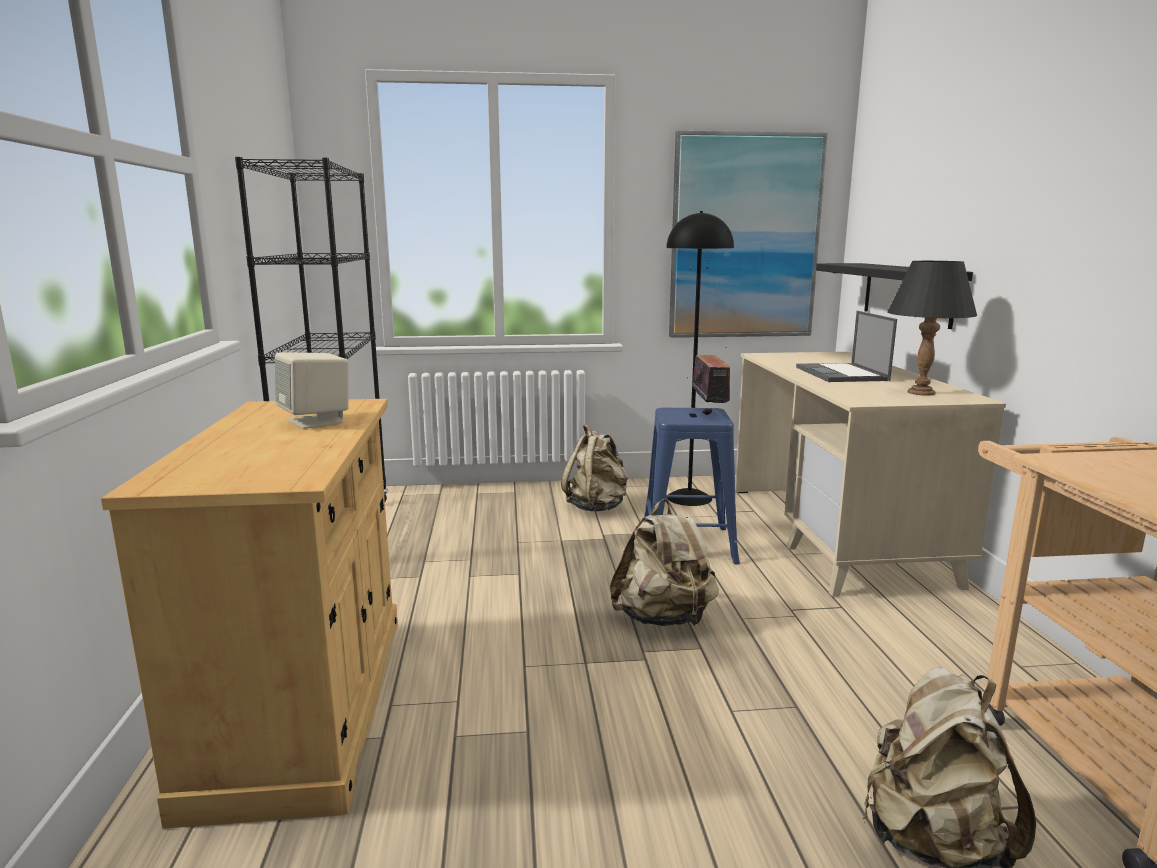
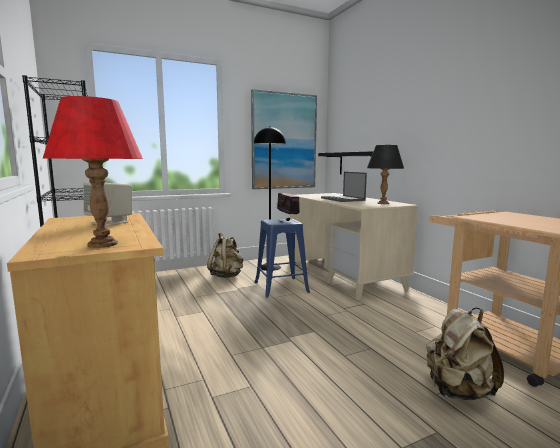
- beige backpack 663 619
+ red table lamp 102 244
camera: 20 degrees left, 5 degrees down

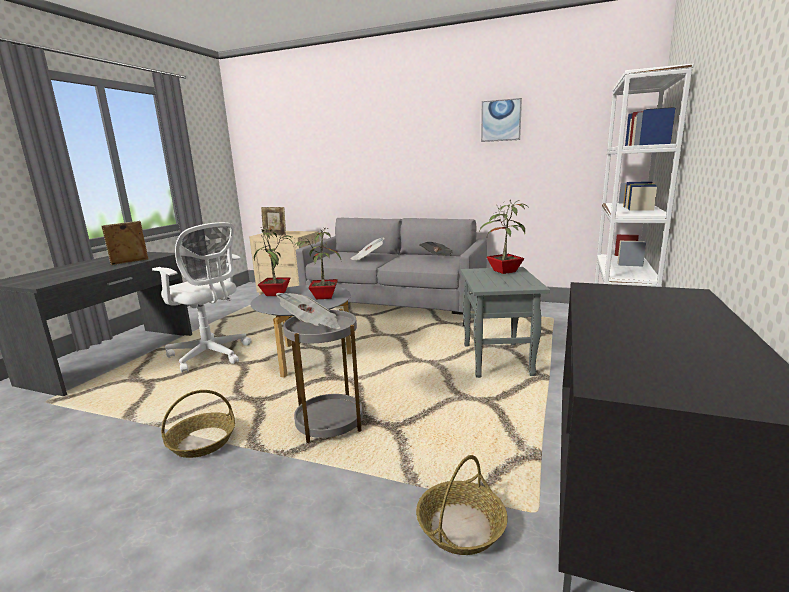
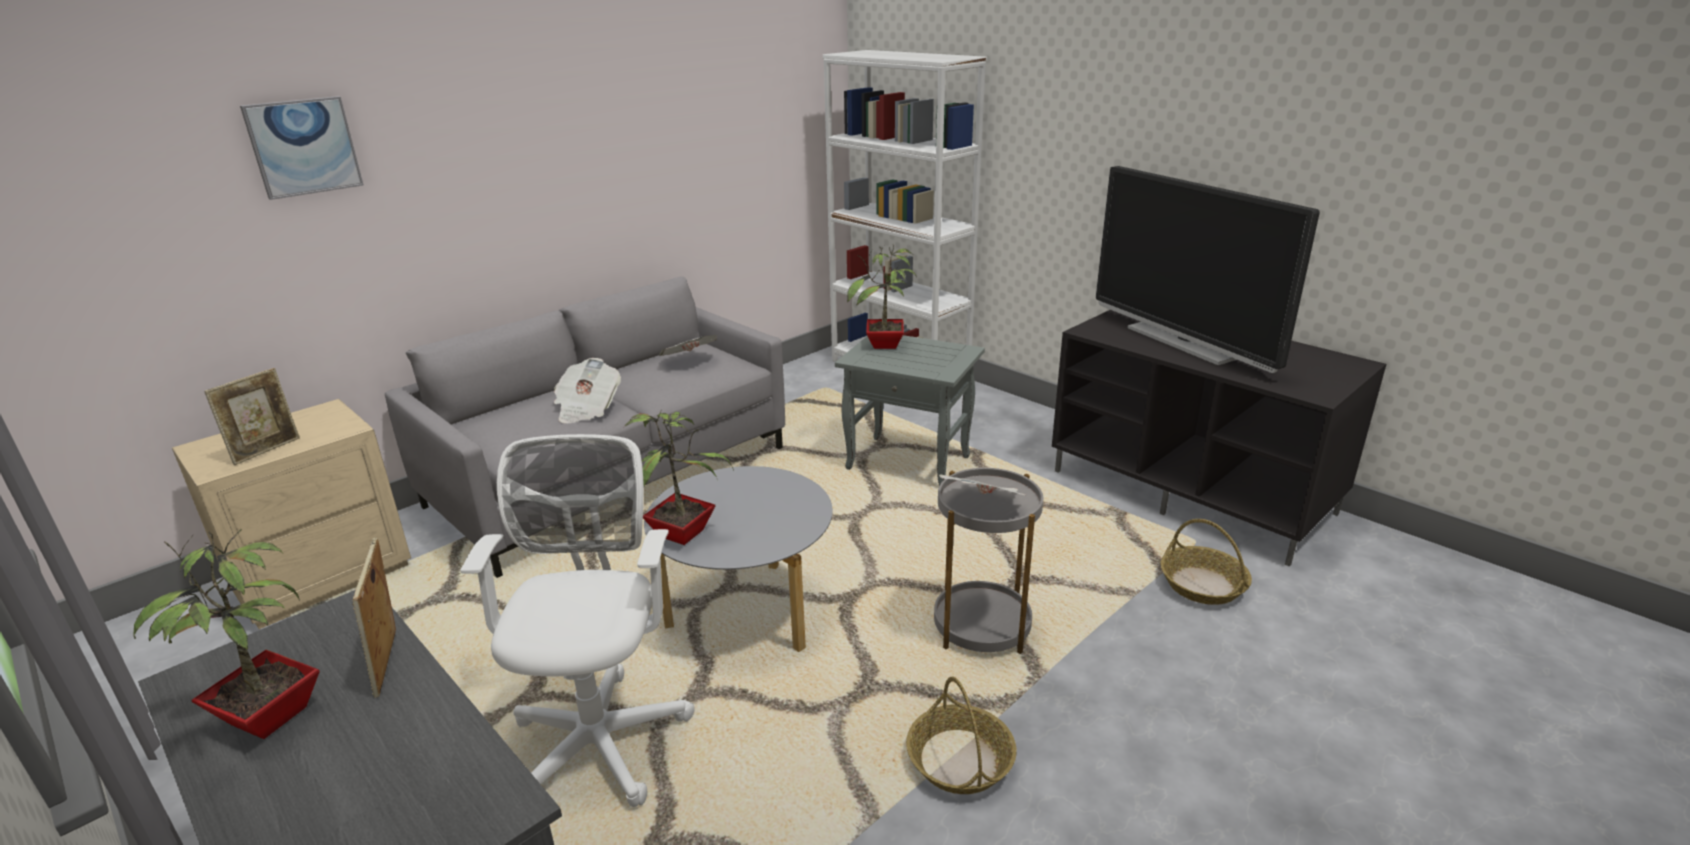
~ white office chair 211 355 = 599 738 60 degrees counterclockwise
~ potted plant 323 297 to 265 720
~ picture 501 120 to 303 147
+ television 1183 342
camera: 65 degrees left, 10 degrees up

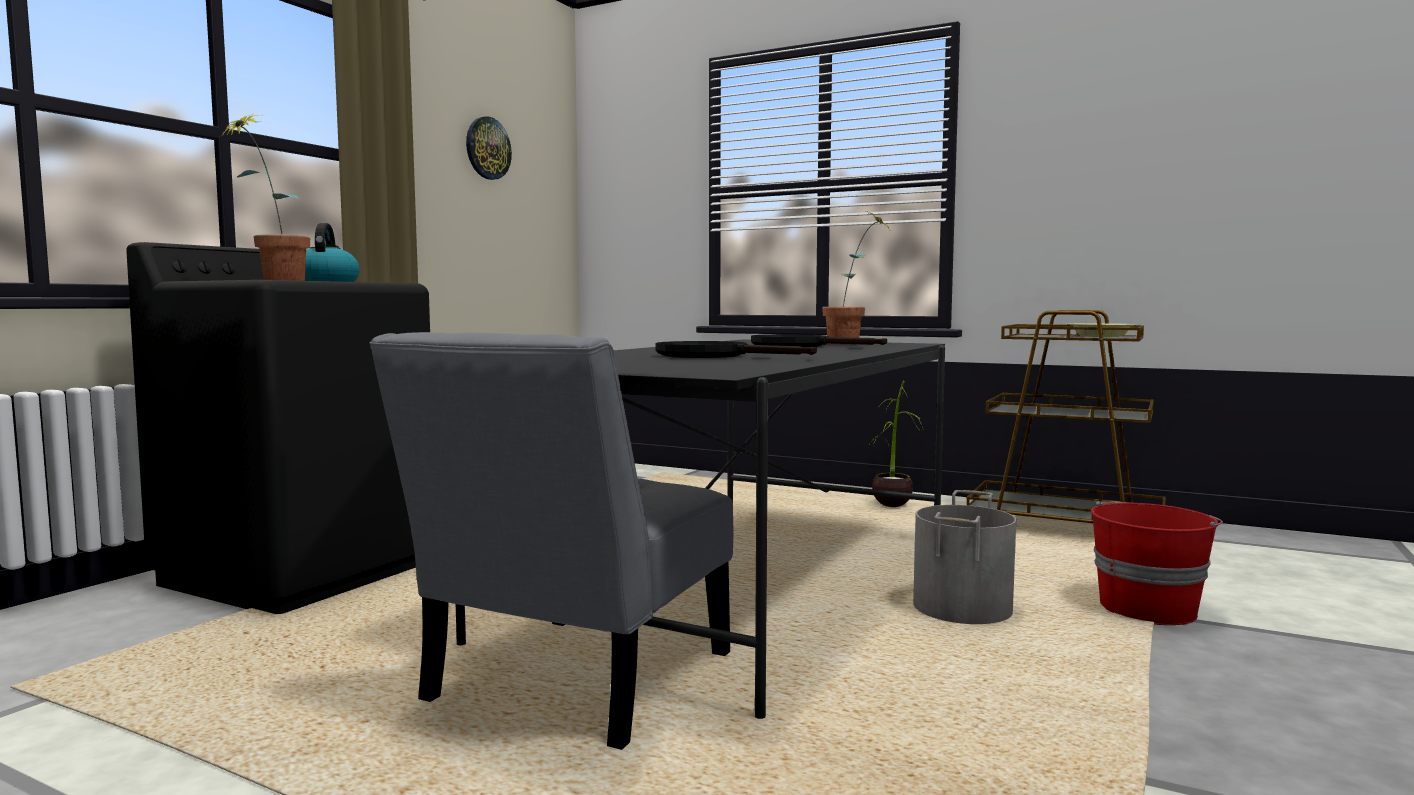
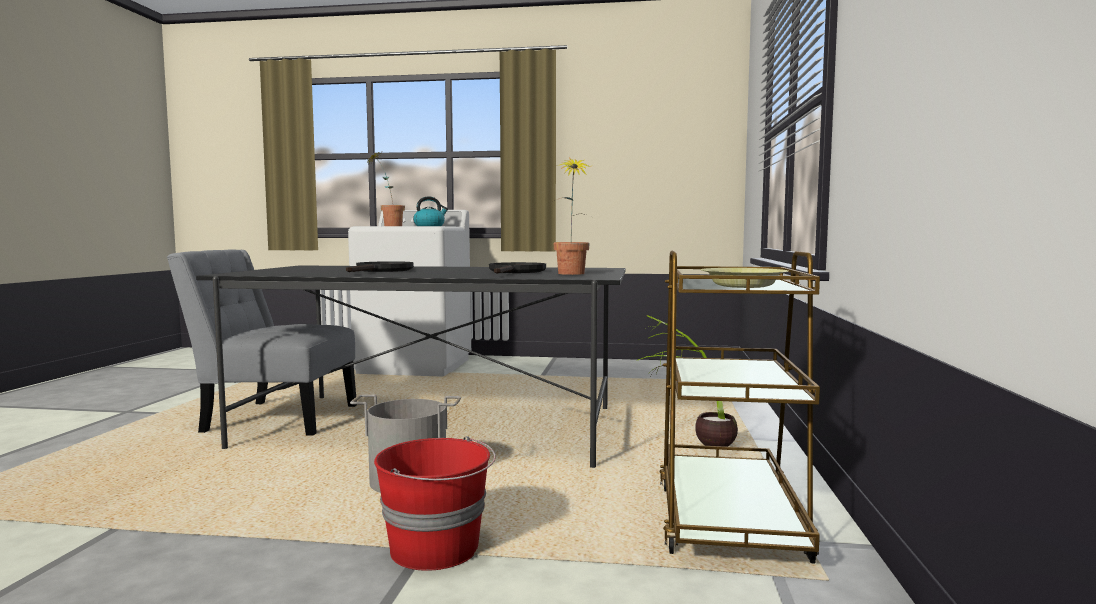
~ black washing machine 302 573 to white washing machine 415 366
- wall clock 487 148
camera: 70 degrees right, 0 degrees up

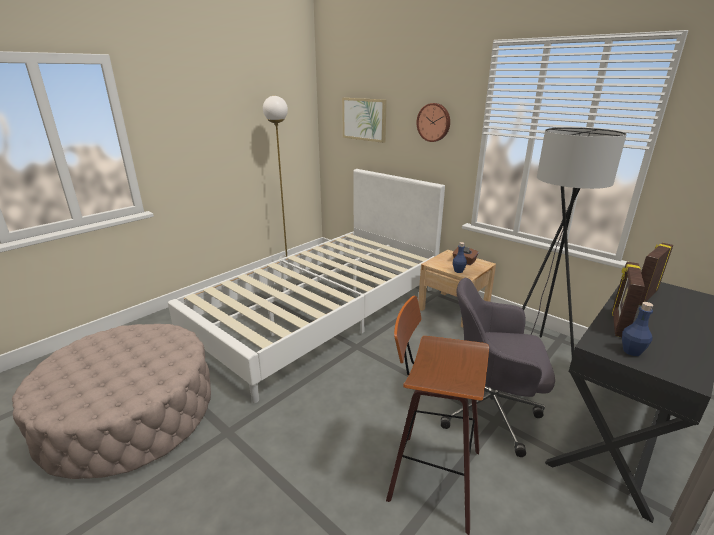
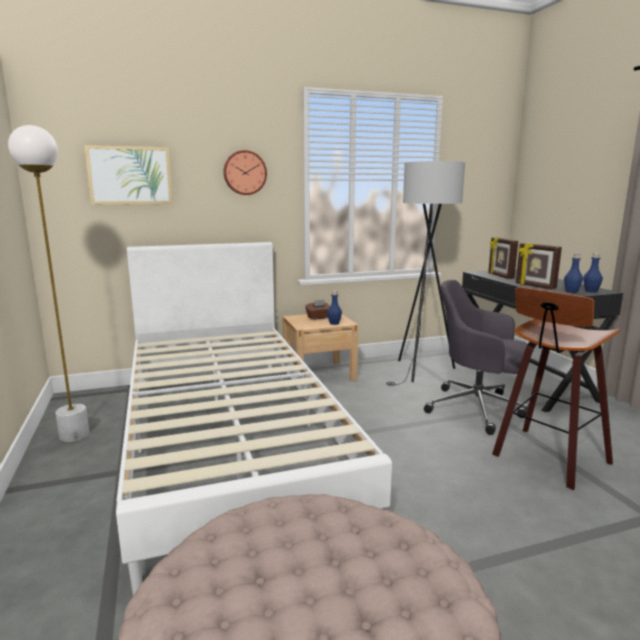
~ grey office chair 491 410 = 477 409 75 degrees clockwise
+ blue bottle 591 291
camera: 60 degrees left, 10 degrees down

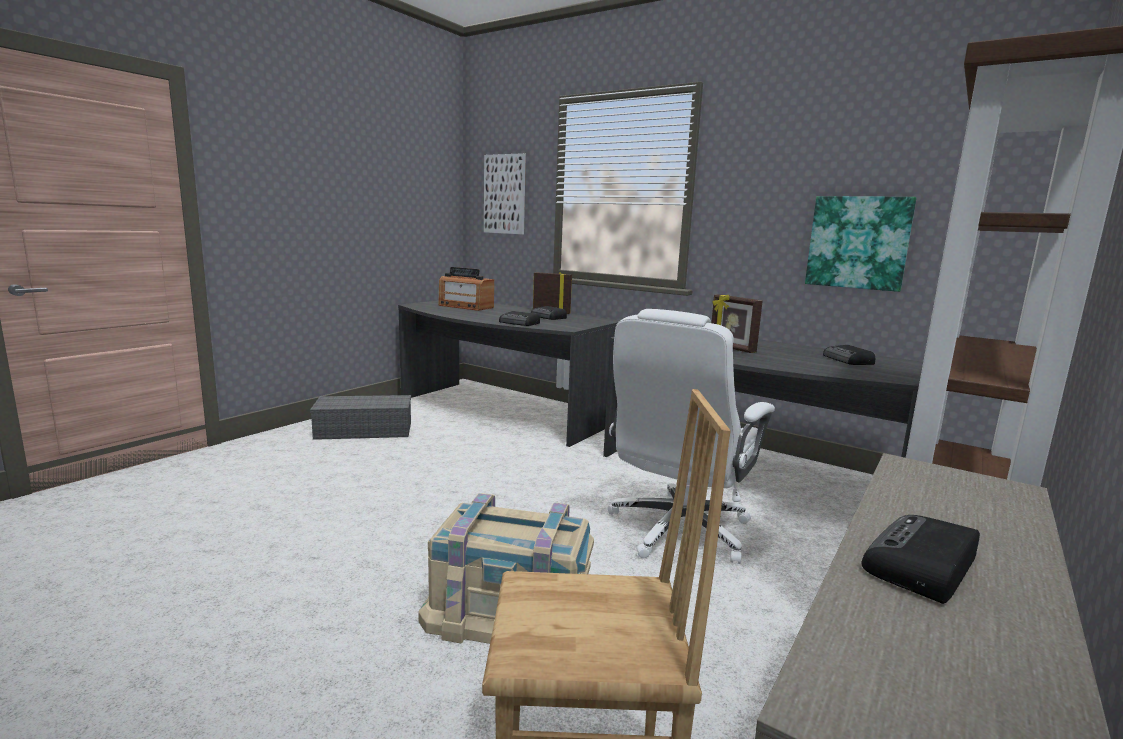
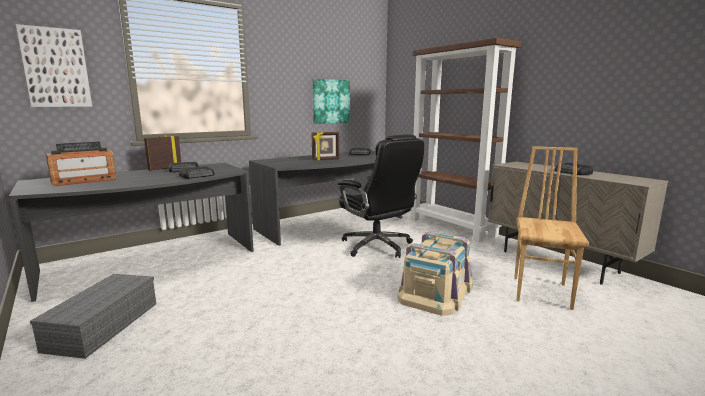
~ white office chair 678 530 to black office chair 378 246
camera: 70 degrees left, 0 degrees up

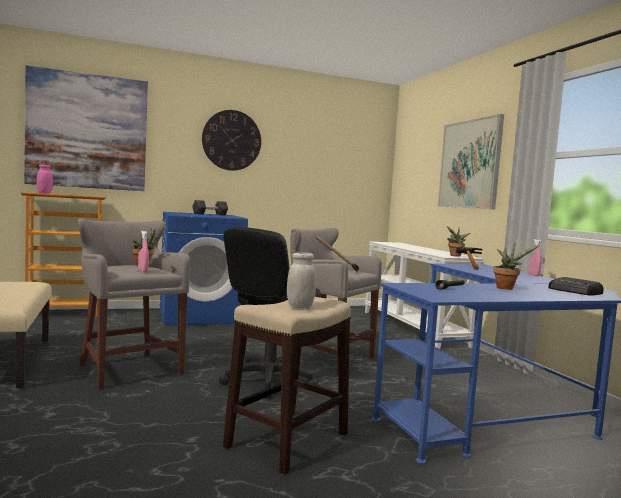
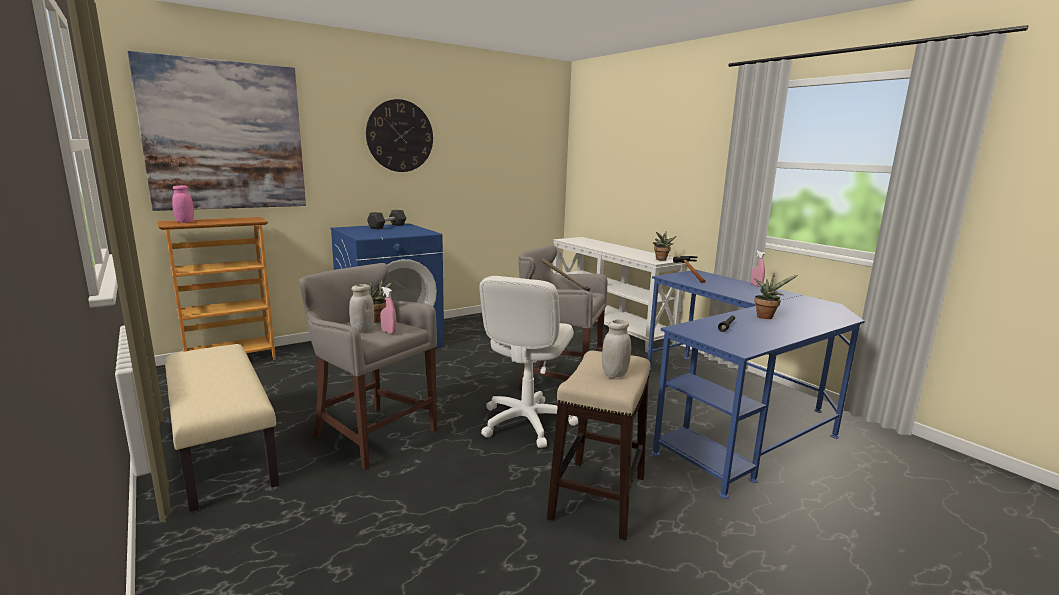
~ black office chair 268 380 to white office chair 526 423
- picture 469 164
- radio 575 291
+ white jar 362 330
camera: 15 degrees left, 10 degrees up

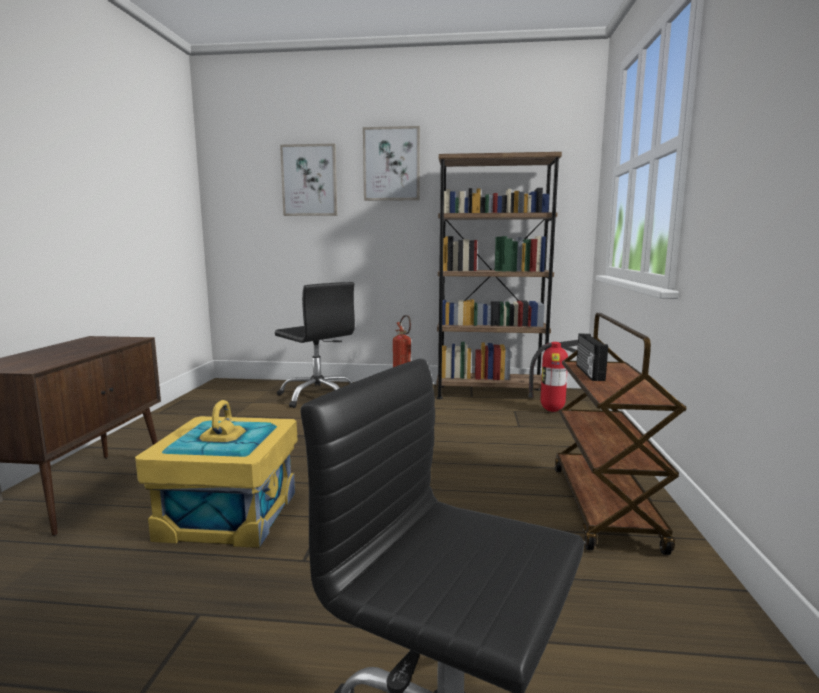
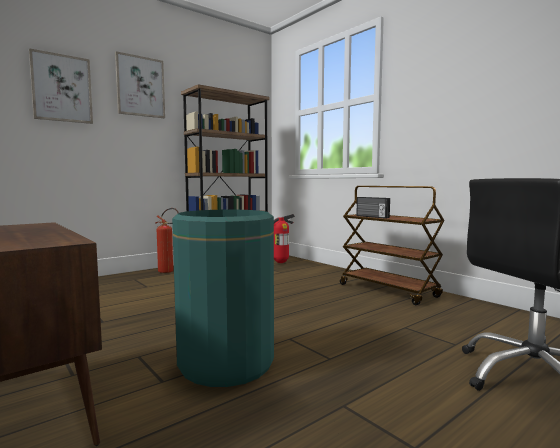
~ yellow storage box 228 515 to green trash can 225 363
- black office chair 318 396
camera: 45 degrees left, 5 degrees down

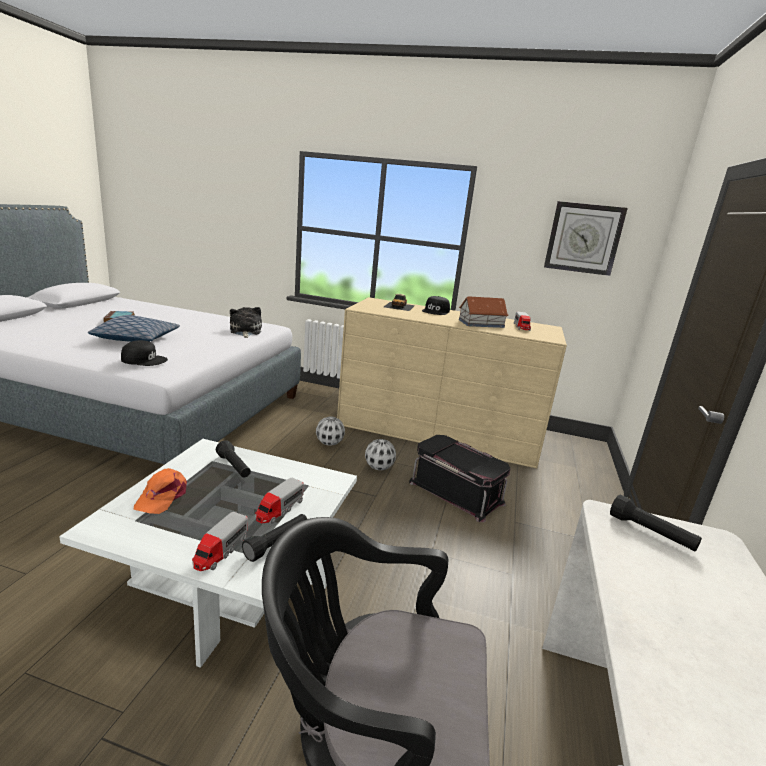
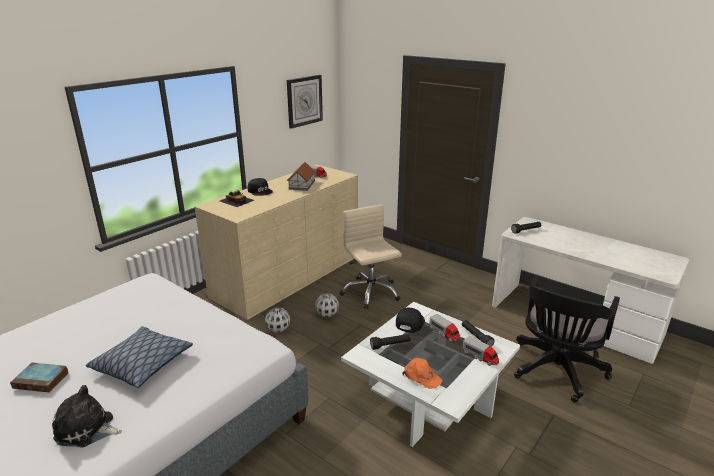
~ black cap 144 359 to 409 322
~ plush toy 245 331 to 87 429
~ black storage box 457 492 to beige office chair 370 292
camera: 65 degrees left, 5 degrees up

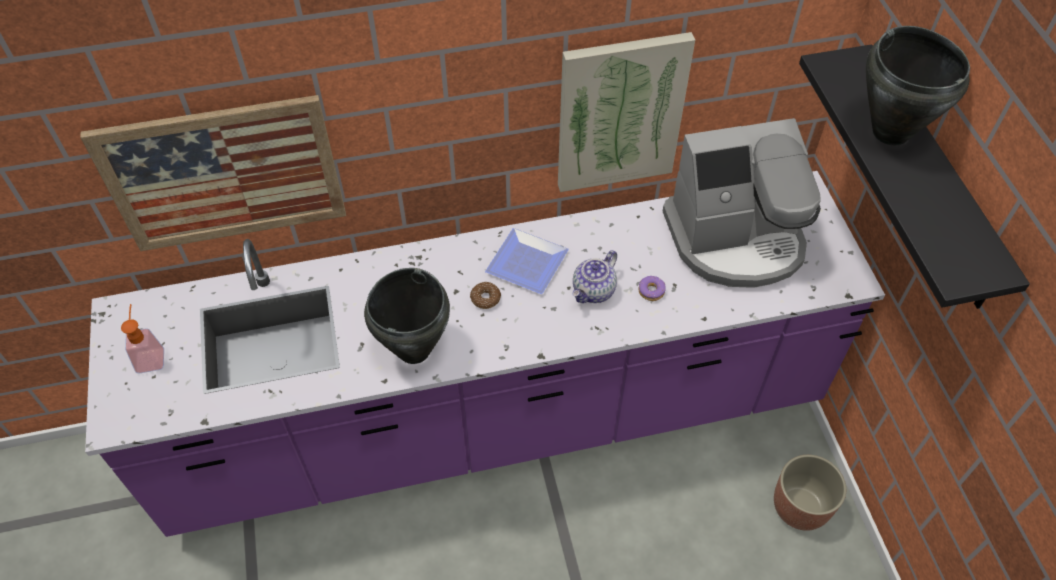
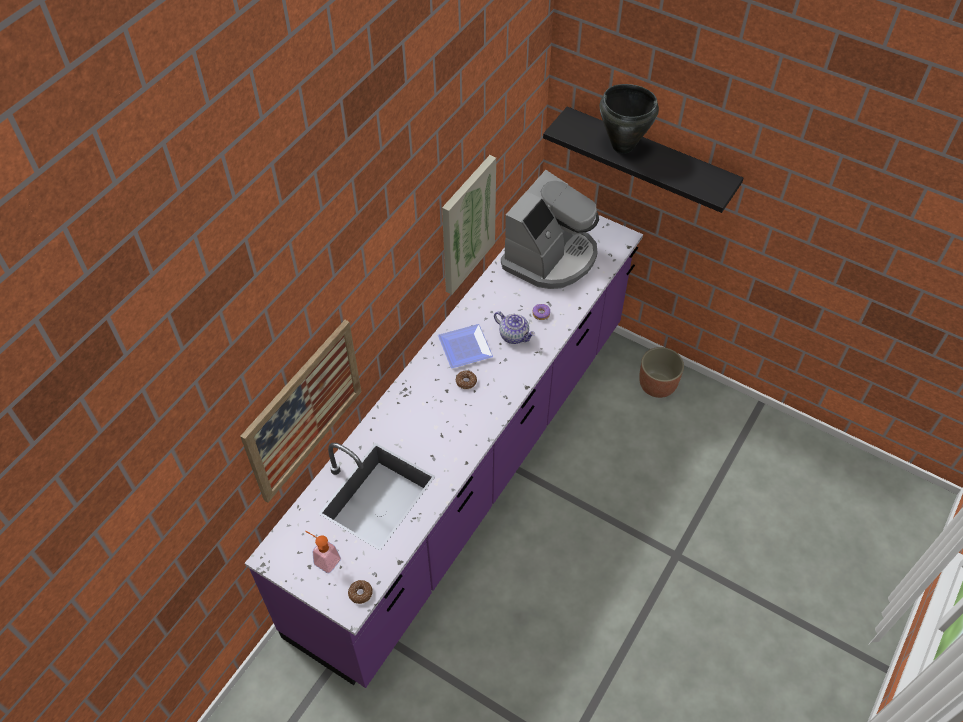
- black cooking pot 413 350
~ teapot 594 291 = 514 335 45 degrees counterclockwise
+ donut 360 593
camera: 45 degrees left, 0 degrees up

